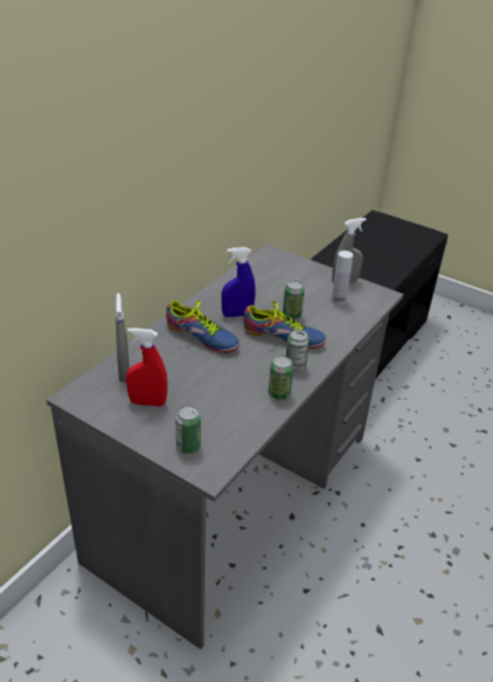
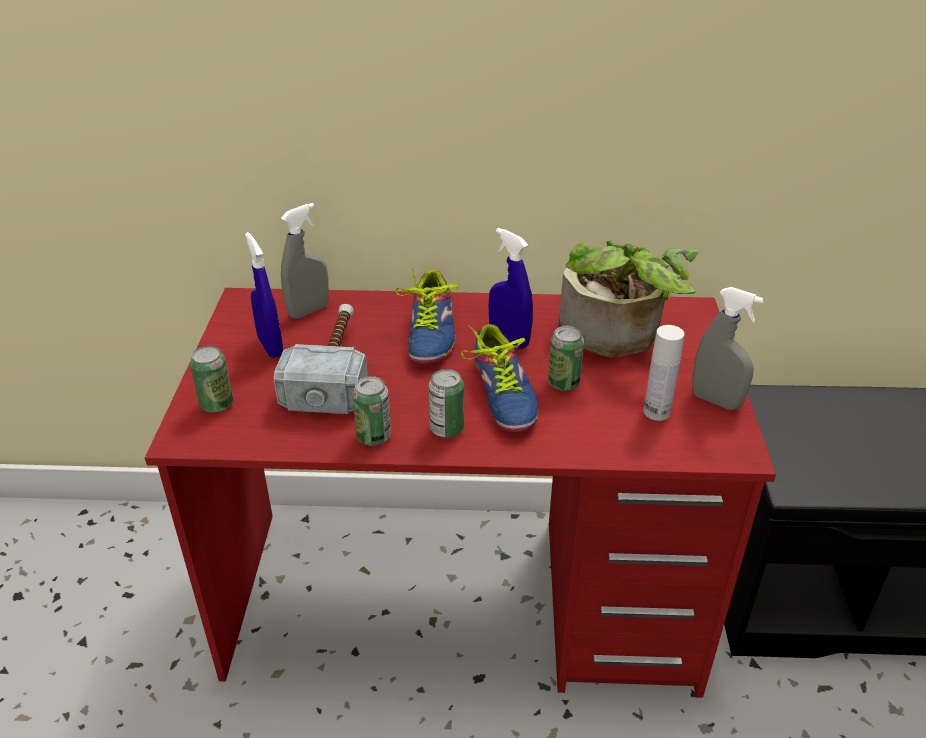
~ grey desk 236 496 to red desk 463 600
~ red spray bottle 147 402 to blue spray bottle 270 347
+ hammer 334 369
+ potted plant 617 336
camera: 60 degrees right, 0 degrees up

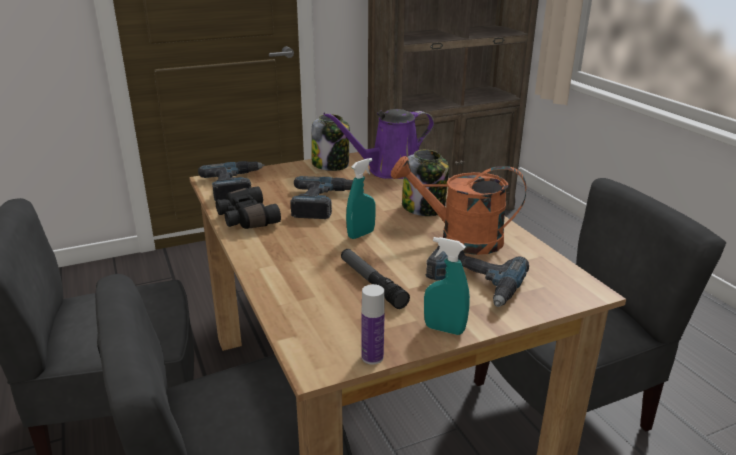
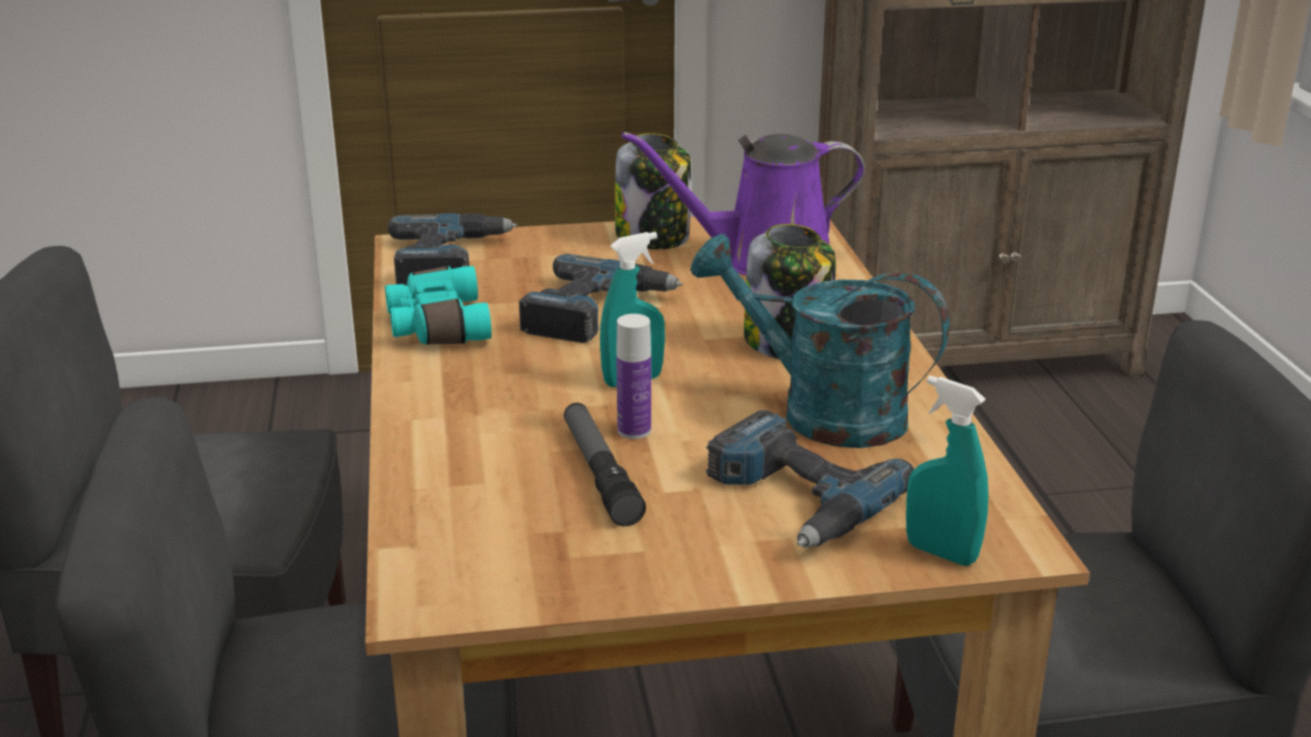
~ black binoculars 246 219 to turquoise binoculars 436 326
~ bottle 372 357 to 634 430
~ orange watering can 459 239 to turquoise watering can 821 412
~ turquoise spray bottle 444 329 to 941 553
camera: 15 degrees right, 0 degrees up

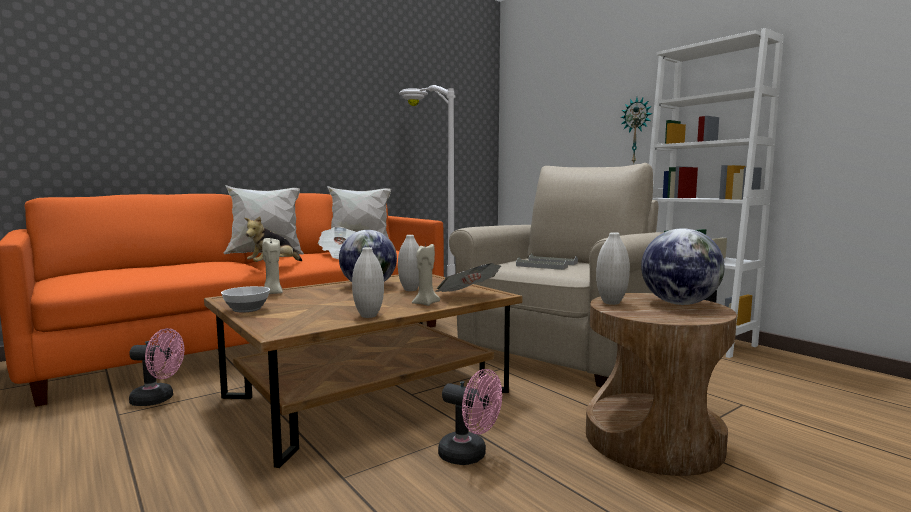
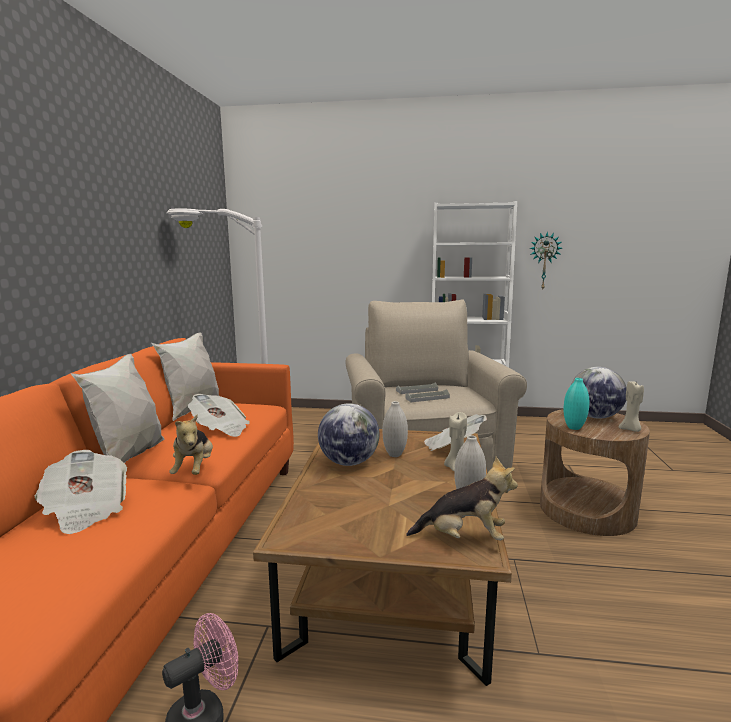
- bowl 246 309
~ beige candle 272 293 to 630 429
- pink fan 469 456
~ white vase 611 303 to turquoise vase 574 428
~ wall clock 636 130 to 544 261
+ newspaper 86 510
+ plush toy 463 537
camera: 45 degrees left, 5 degrees up

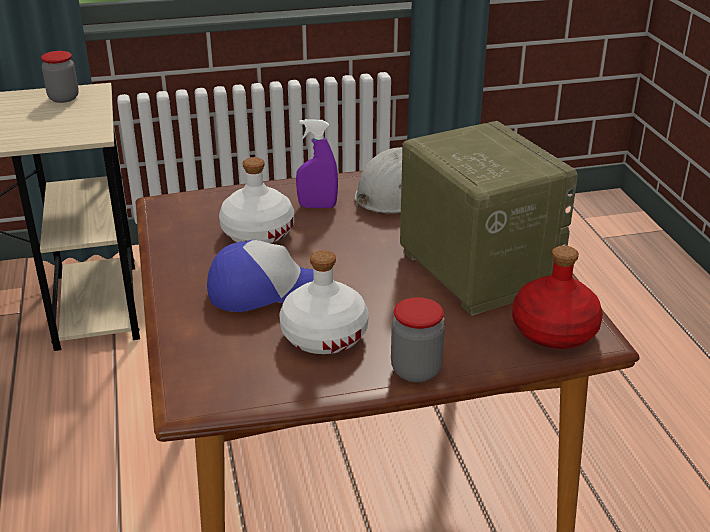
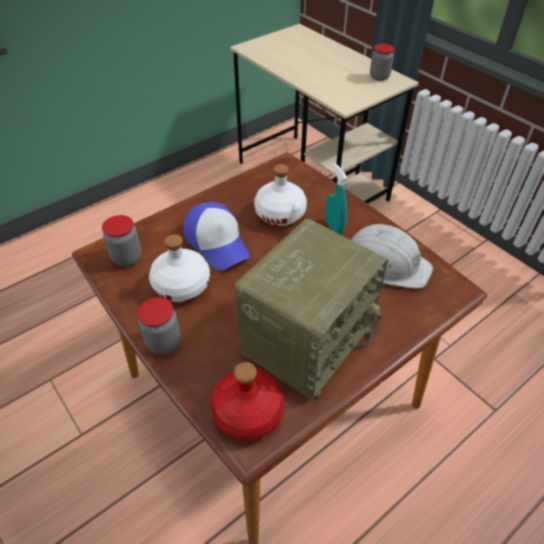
~ purple spray bottle 317 206 to turquoise spray bottle 334 227
+ jar 127 257
camera: 65 degrees right, 15 degrees up

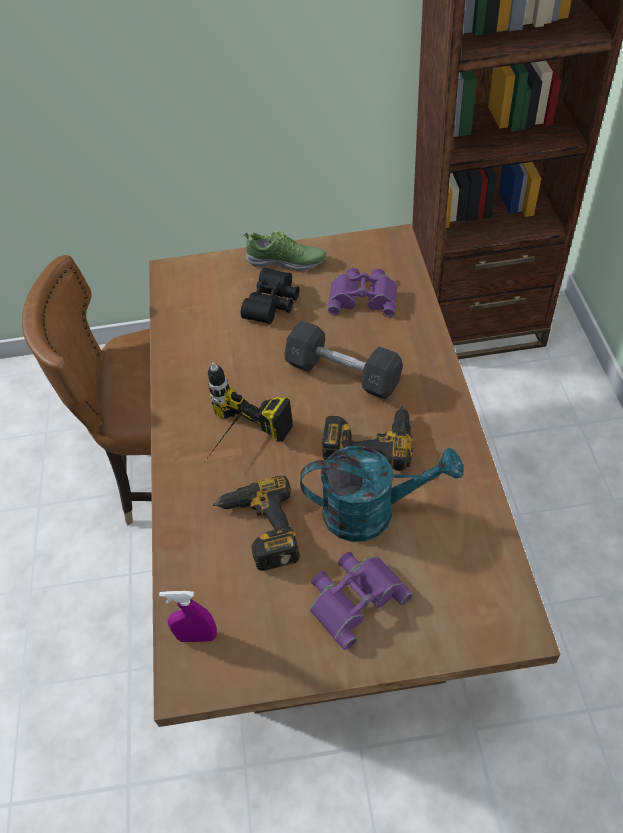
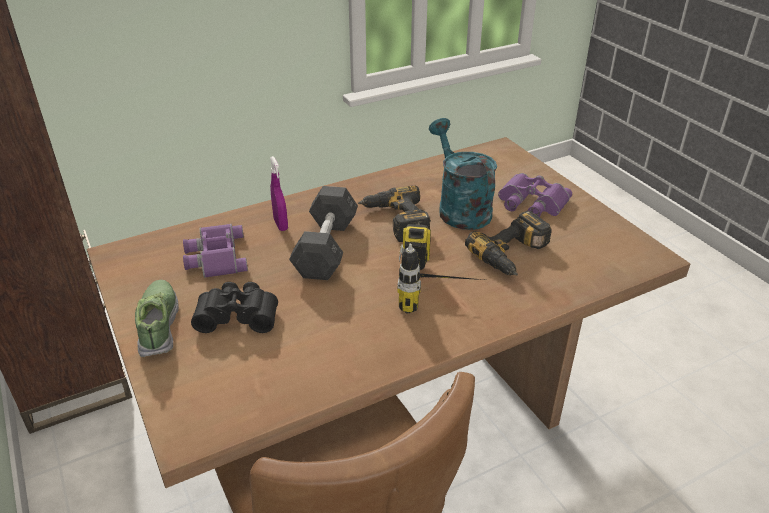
~ purple spray bottle 197 636 to 281 224
camera: 115 degrees left, 15 degrees down

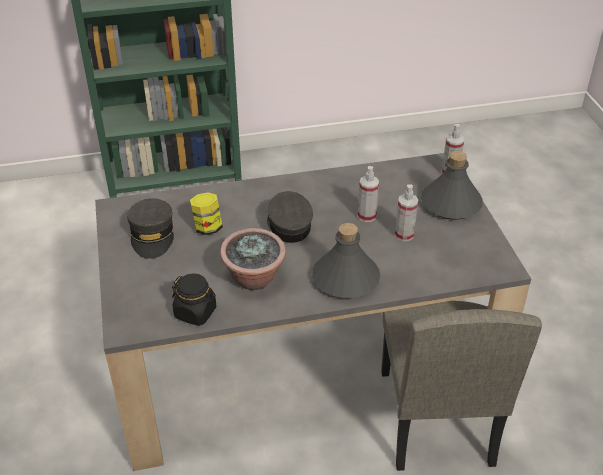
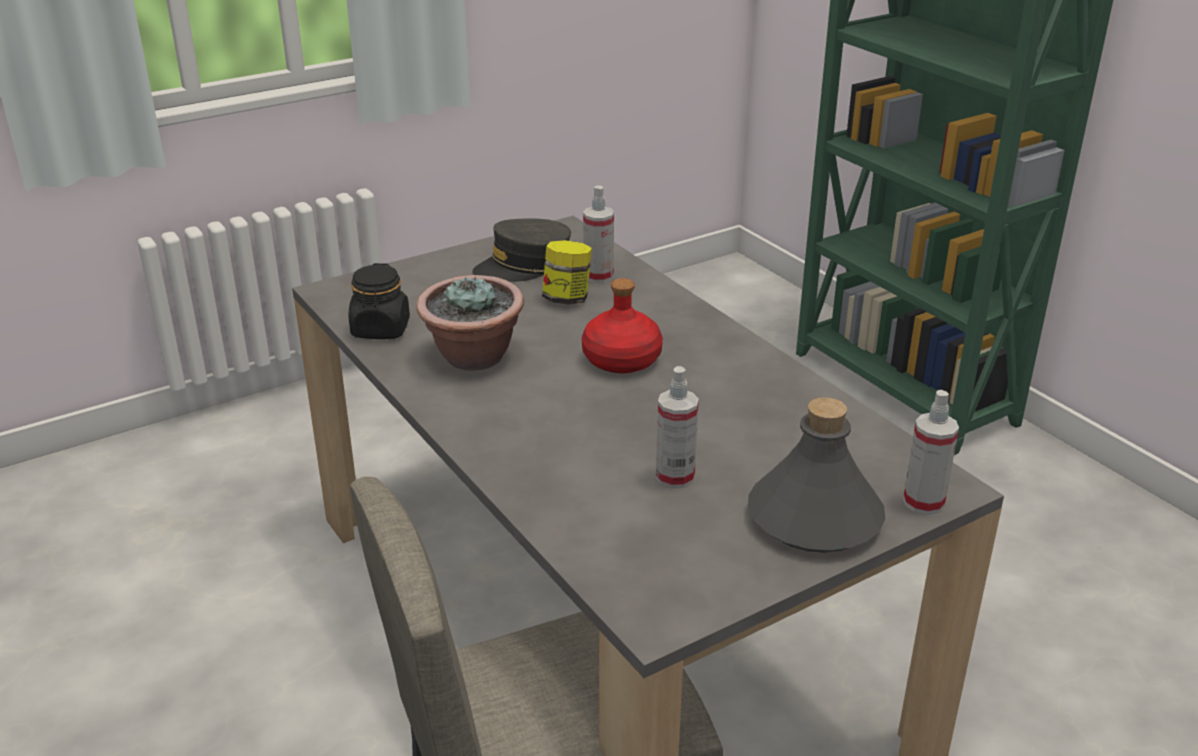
~ grey cap 288 225 to red bottle 620 360
- grey bottle 346 278
~ spray bottle 367 216 to 598 276
camera: 70 degrees right, 10 degrees down

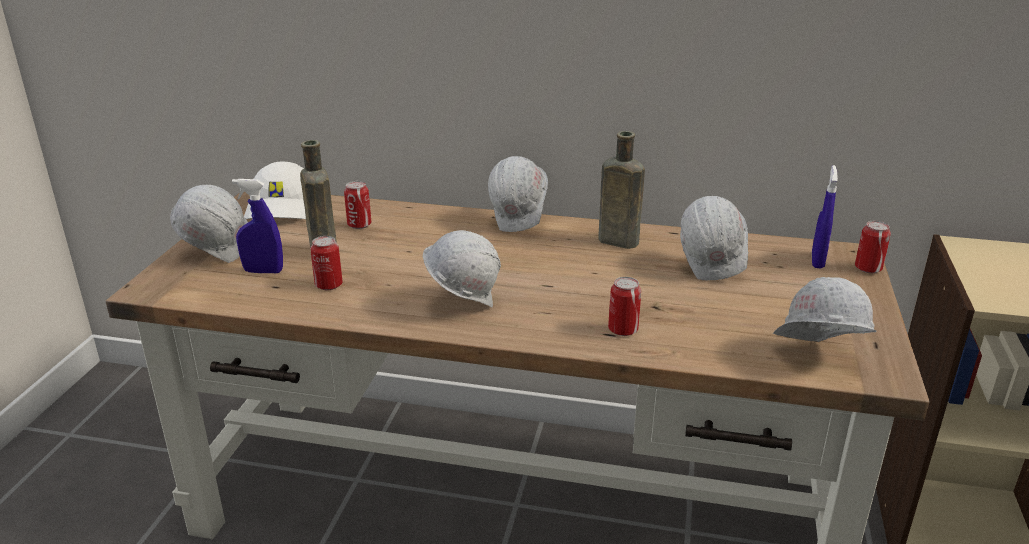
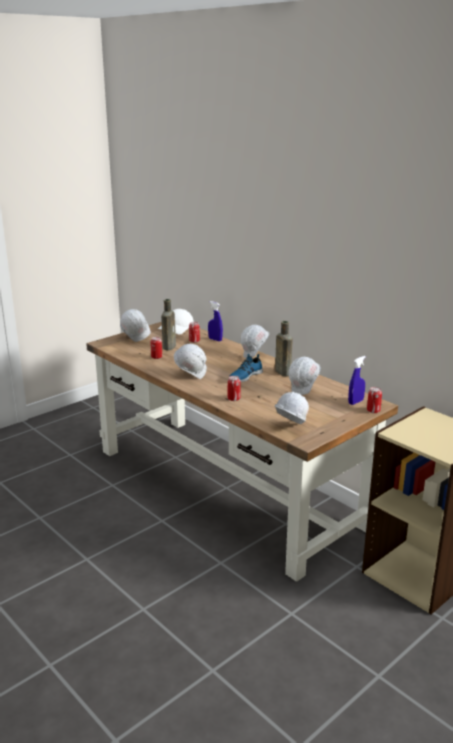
~ blue spray bottle 263 271 to 215 339
+ shoe 245 376
camera: 35 degrees right, 5 degrees down

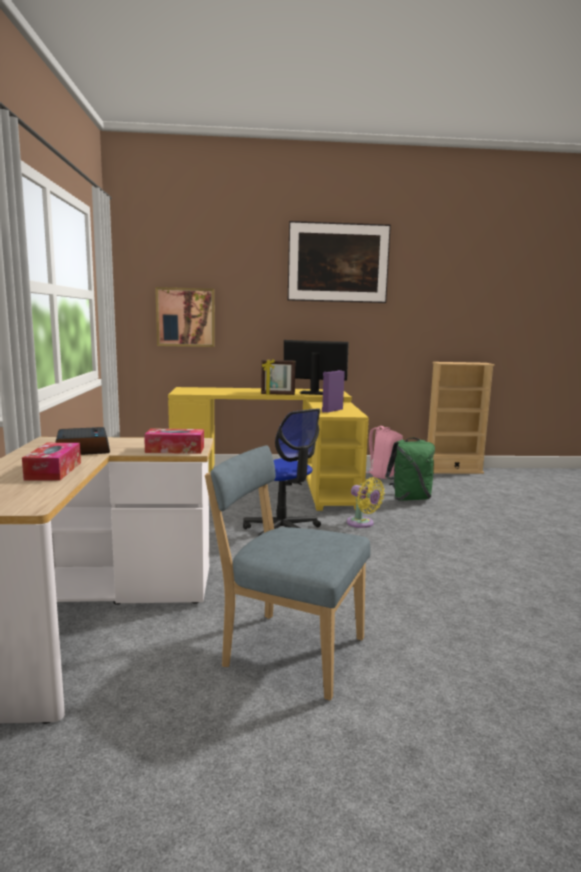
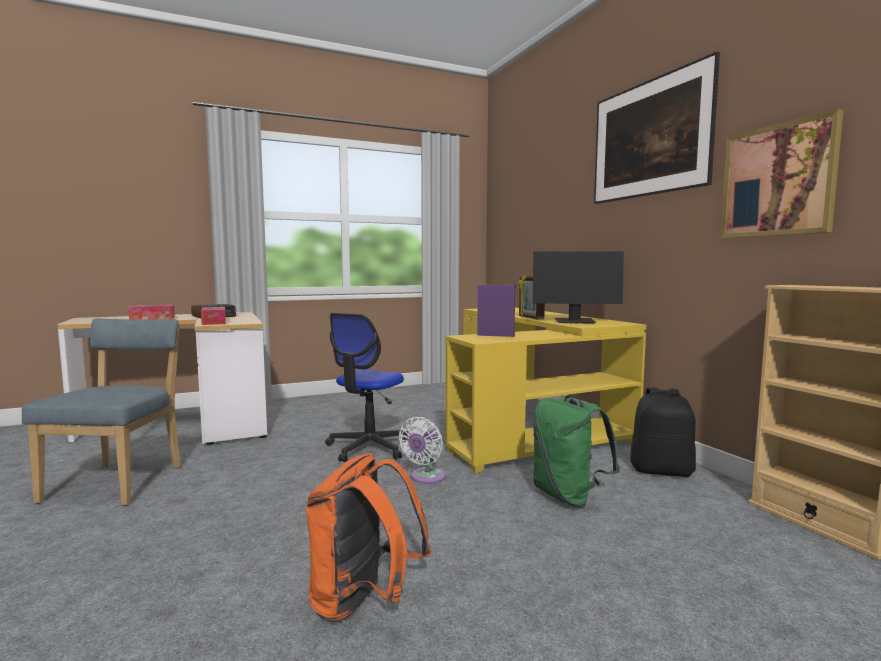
~ picture 185 317 to 777 181
~ monitor 314 393 = 574 321 105 degrees clockwise
~ yellow fan 362 523 to white fan 426 478
~ pink backpack 383 475 to black backpack 661 470
+ orange backpack 363 603
camera: 70 degrees right, 5 degrees down

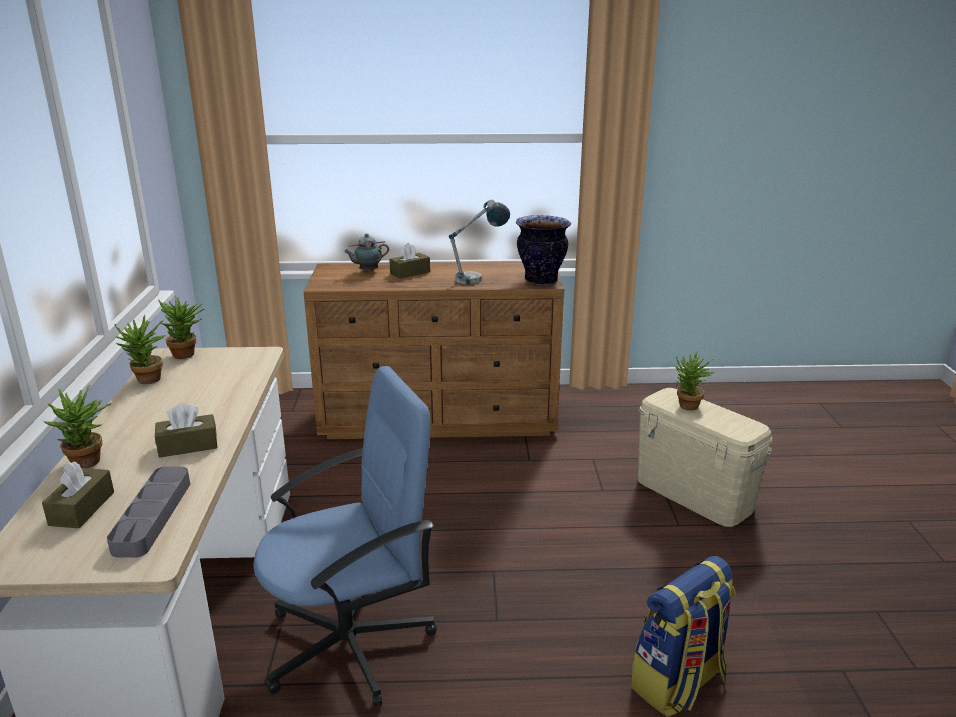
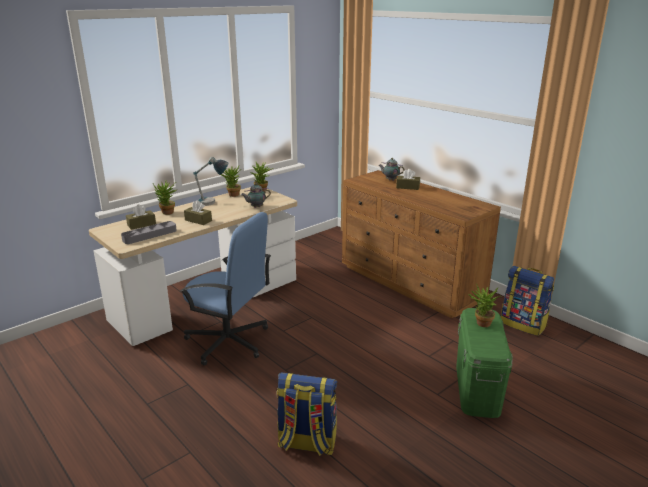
~ table lamp 479 278 to 213 203
- vase 541 280
~ beige storage box 693 494 to green storage box 477 388
+ teapot 256 207
+ backpack 523 324
camera: 50 degrees right, 0 degrees up

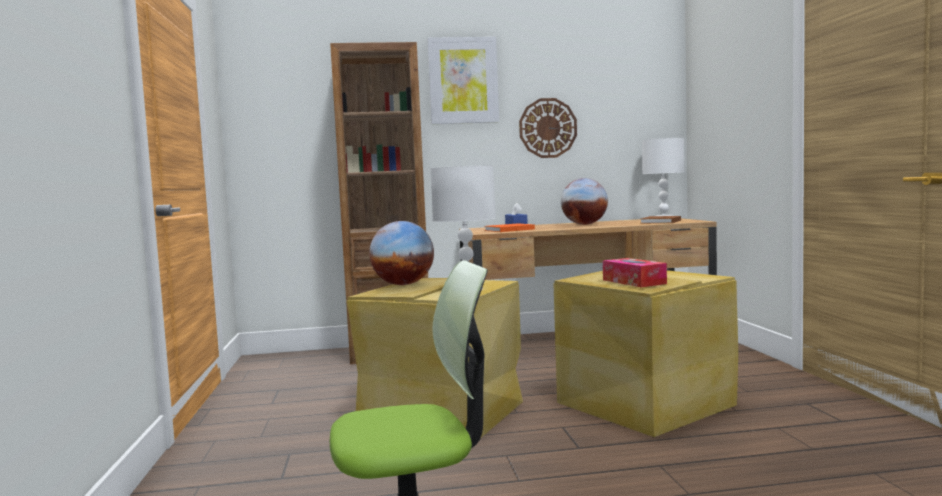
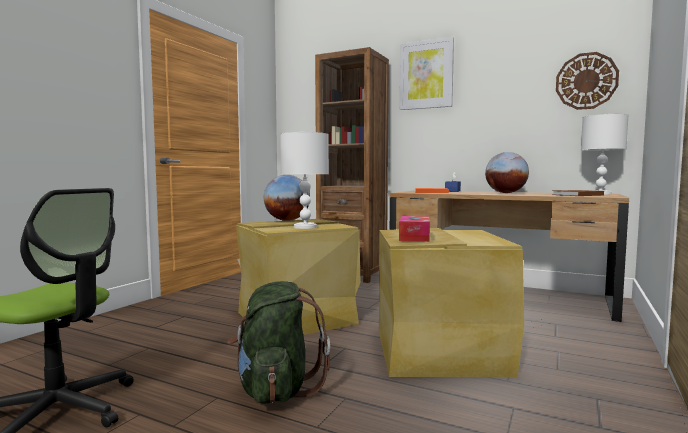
~ wall clock 547 128 to 586 81
+ green backpack 276 389
camera: 35 degrees right, 0 degrees up

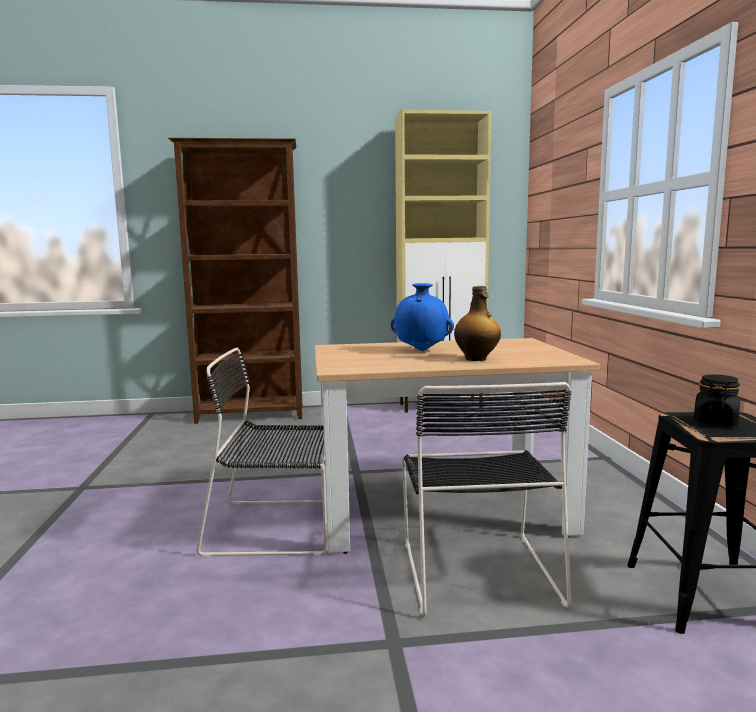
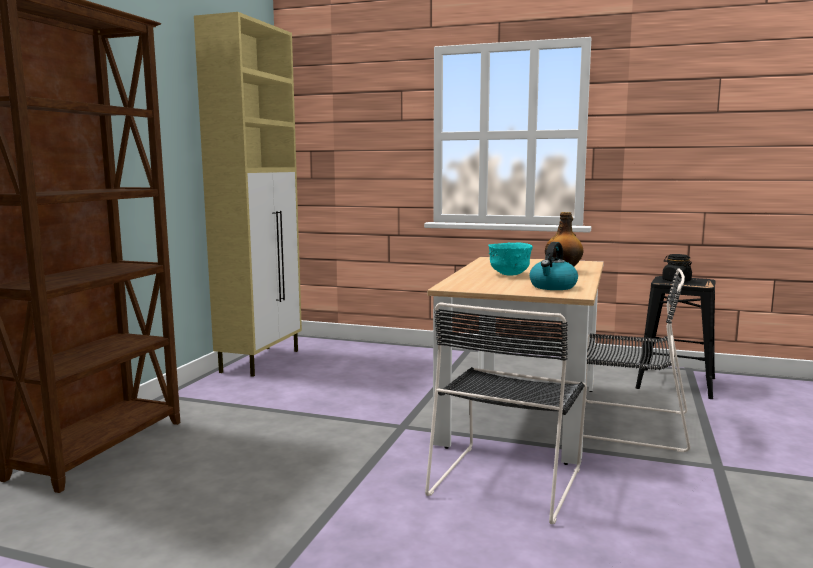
~ blue vase 422 350 to turquoise bowl 509 275
+ kettle 553 287
camera: 65 degrees left, 0 degrees up

